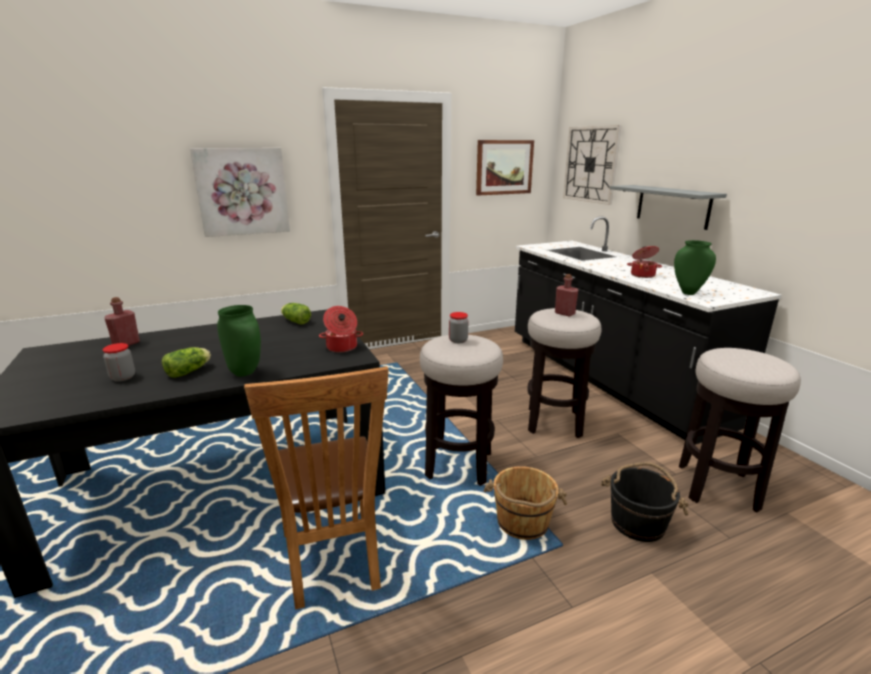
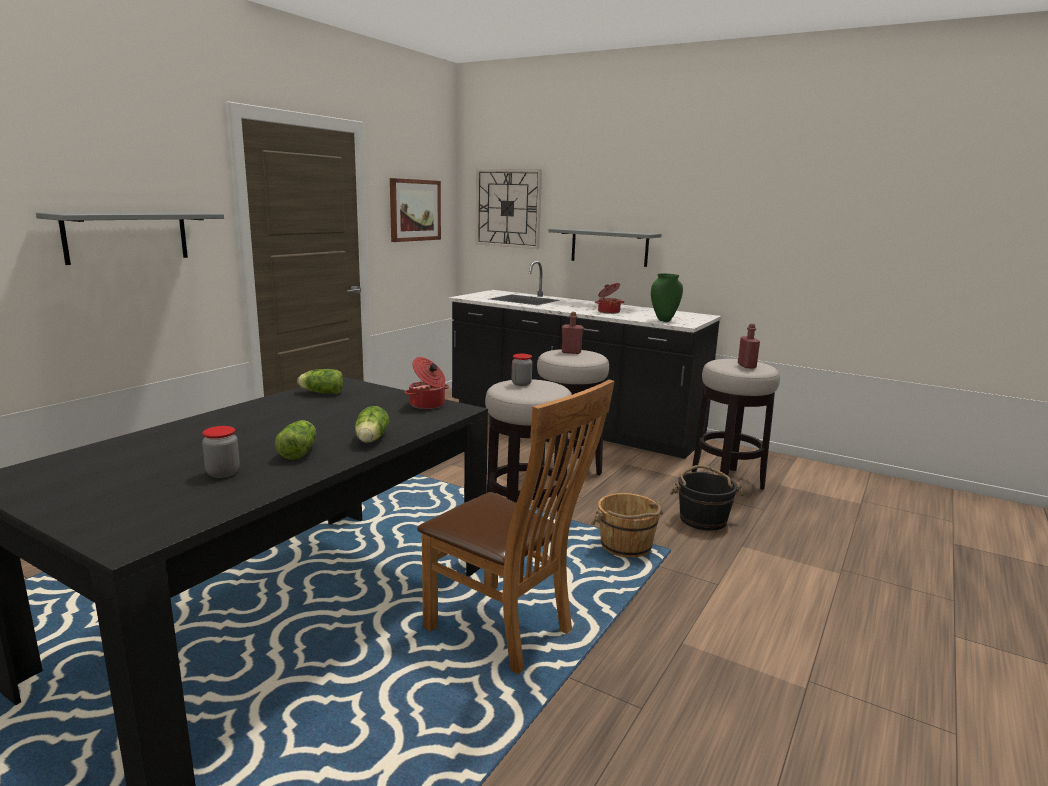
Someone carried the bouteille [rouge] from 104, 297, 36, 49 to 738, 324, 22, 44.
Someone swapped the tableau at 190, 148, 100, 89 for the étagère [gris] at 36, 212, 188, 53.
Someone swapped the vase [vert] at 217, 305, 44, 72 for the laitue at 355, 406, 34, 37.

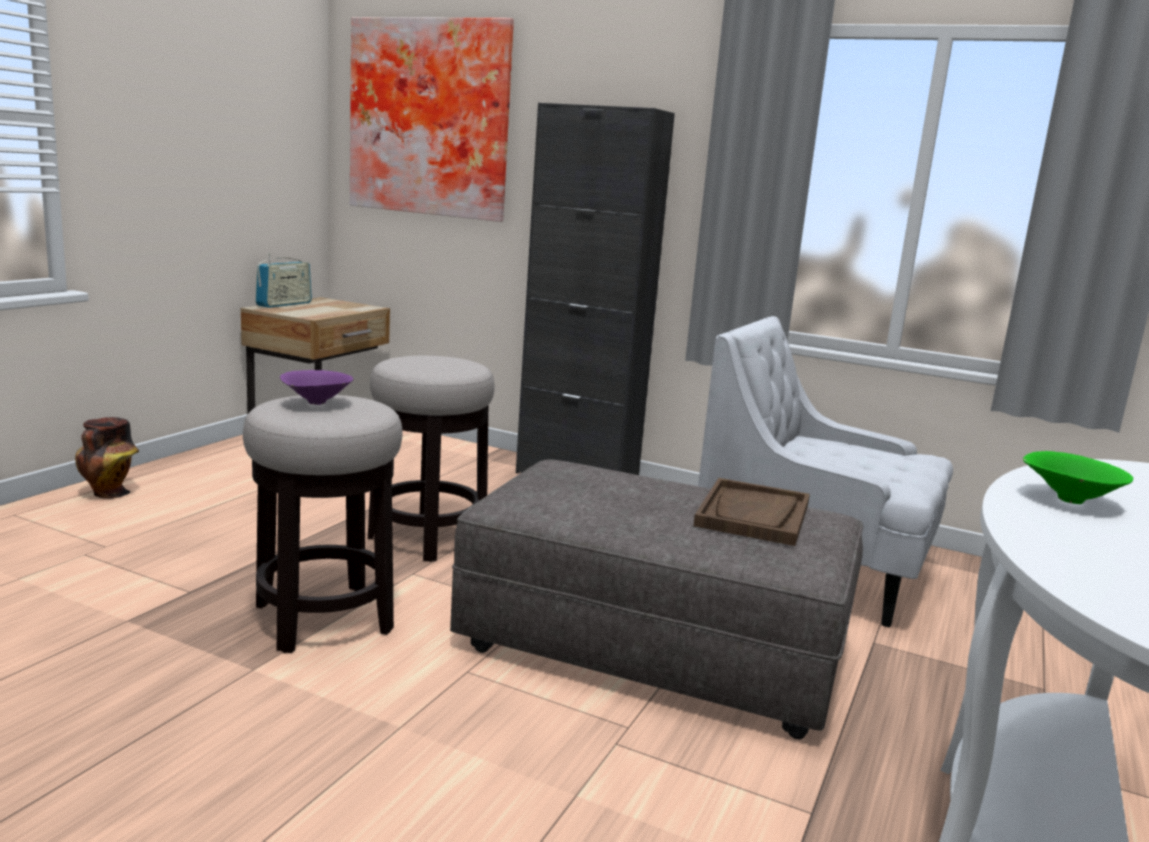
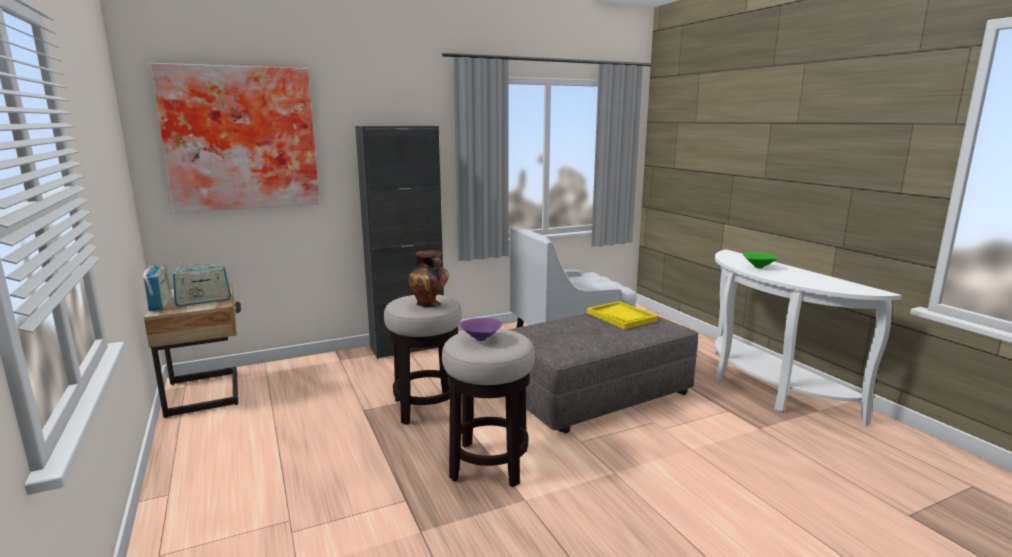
Someone put down the radio at 171, 262, 60, 44.
Someone carried the vase from 75, 417, 64, 82 to 408, 250, 41, 57.
Someone repainted the plateau [marron] at 693, 478, 117, 68, which became the plateau [jaune] at 587, 301, 71, 28.

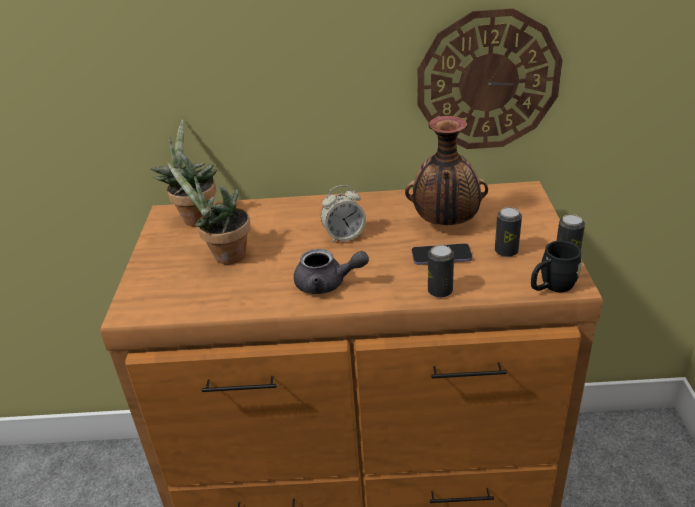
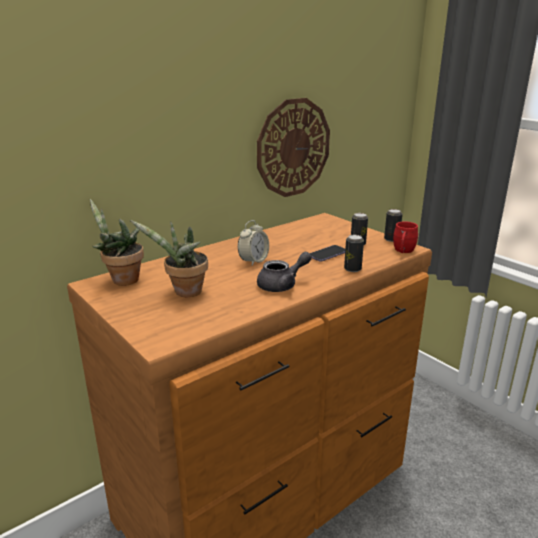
Someone took away the vase at 405, 116, 83, 109.
Someone repainted the mug [noir] at 531, 241, 51, 51, which became the mug [rouge] at 393, 221, 25, 32.

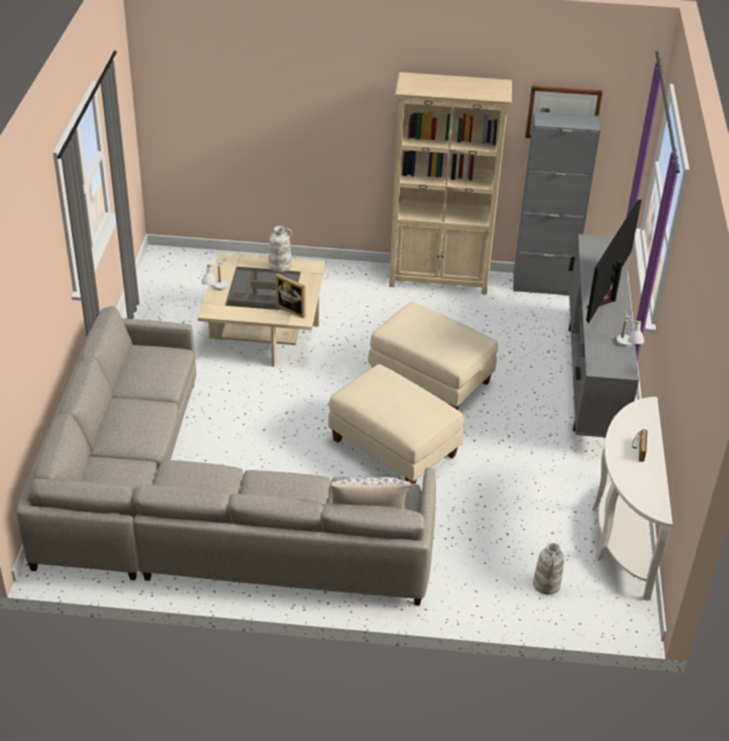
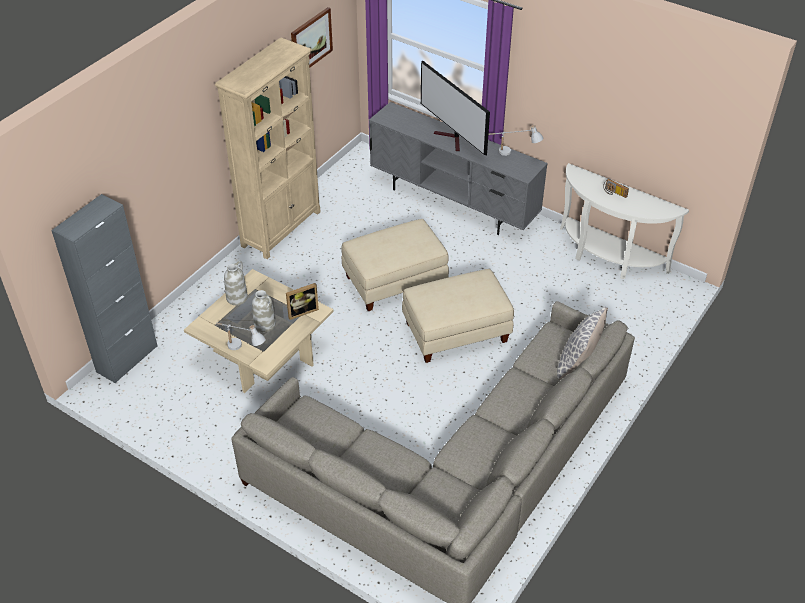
Someone carried the meuble de rangement [gris] from 513, 111, 87, 184 to 51, 194, 107, 190.
Someone carried the vase [blanc] from 533, 543, 31, 52 to 252, 290, 24, 42.

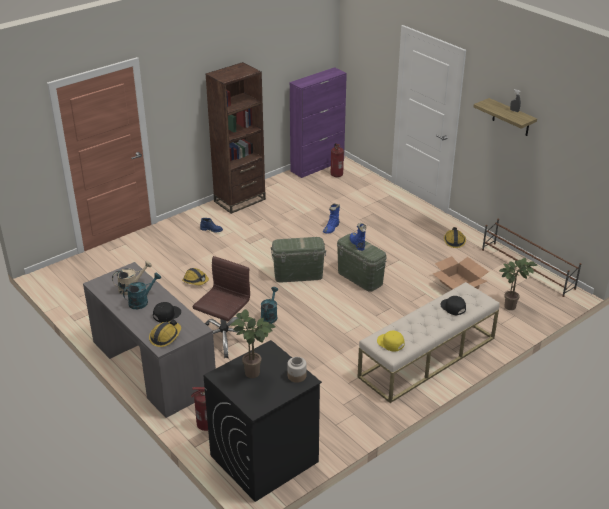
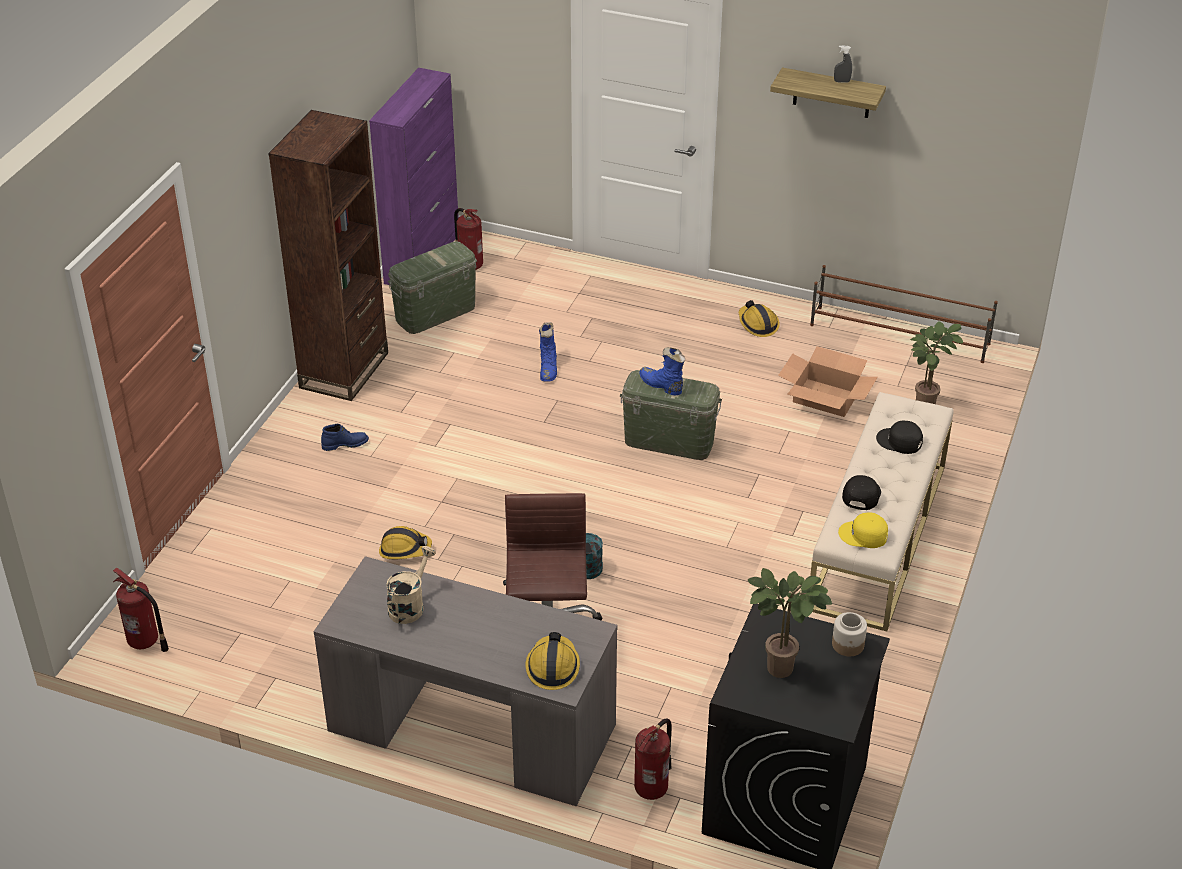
Someone took away the arrosoir [turquoise] at 123, 272, 38, 37.
Someone put down the extincteur at 113, 567, 56, 85.
Someone carried the casquette [noir] from 153, 302, 28, 21 to 842, 475, 39, 35.
Someone carried the boîte de rangement [vert] from 271, 237, 55, 45 to 388, 241, 89, 93.

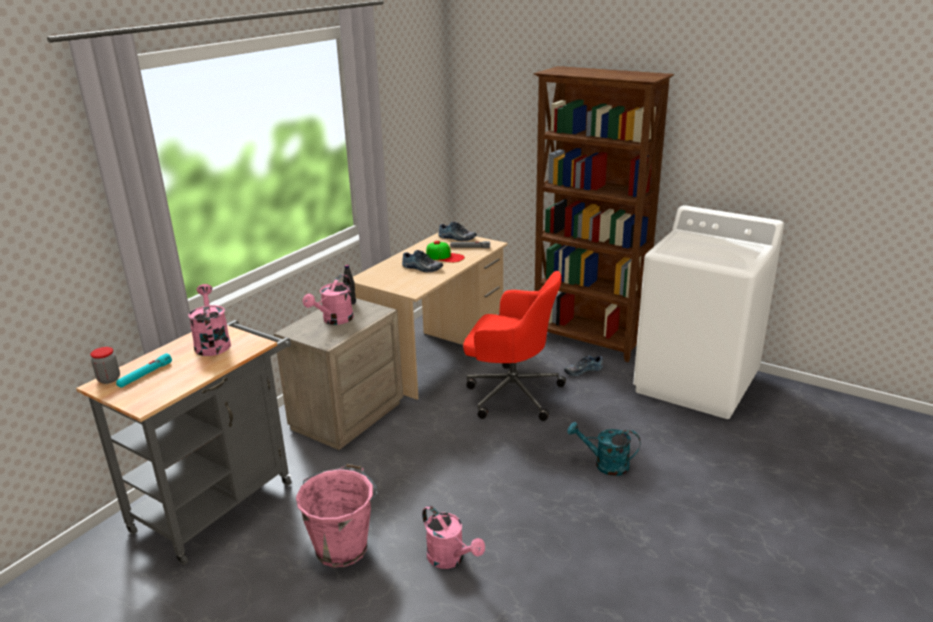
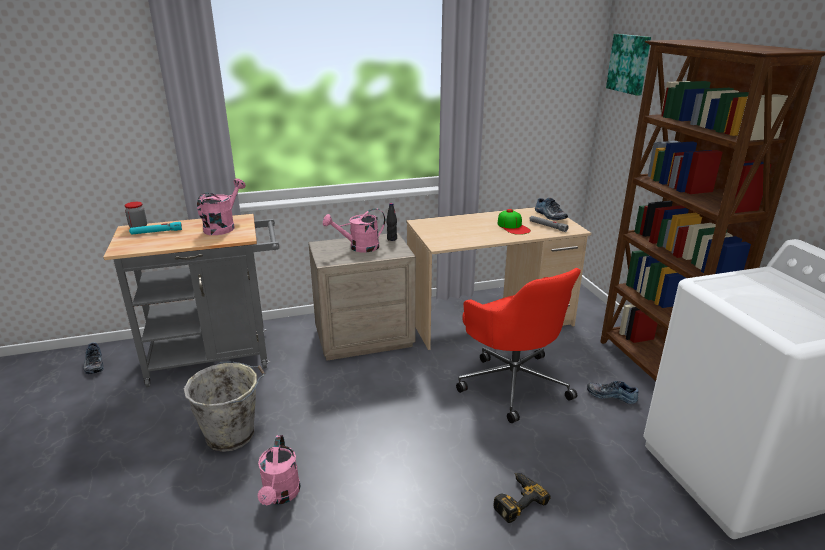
Someone put up the tableau at 606, 34, 45, 62.
Someone carried the chaussure from 402, 250, 41, 22 to 83, 342, 21, 32.
Someone swapped the arrosoir [turquoise] at 567, 422, 74, 54 for the perceuse at 493, 473, 58, 50.
Someone repainted the seau [rose] at 296, 464, 82, 103, which became the seau [gris] at 184, 361, 81, 91.

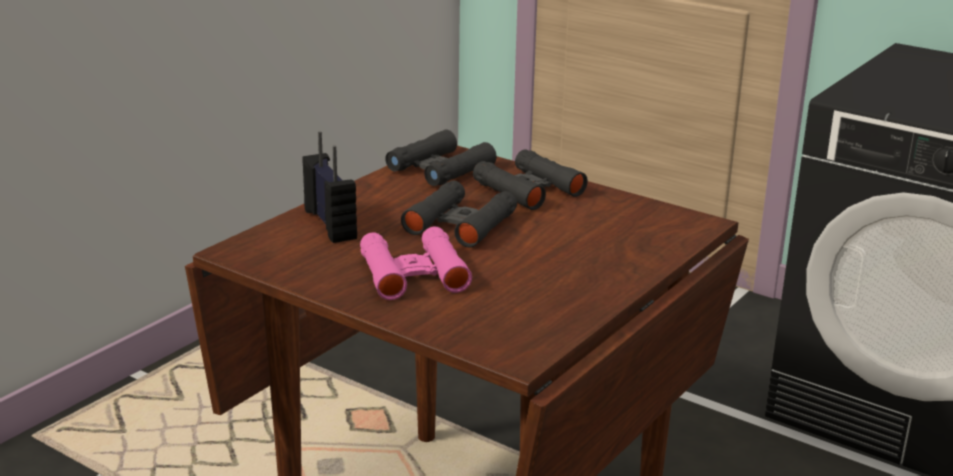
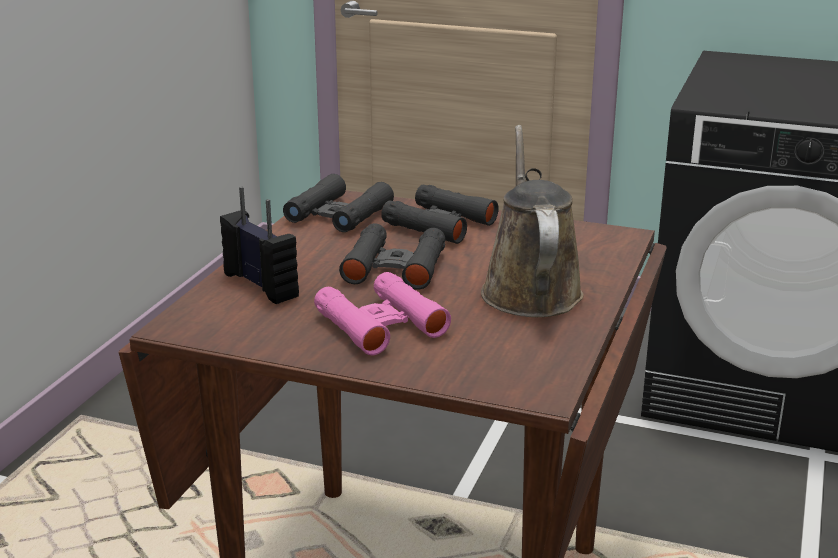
Someone put down the arrosoir [marron] at 481, 125, 103, 192.

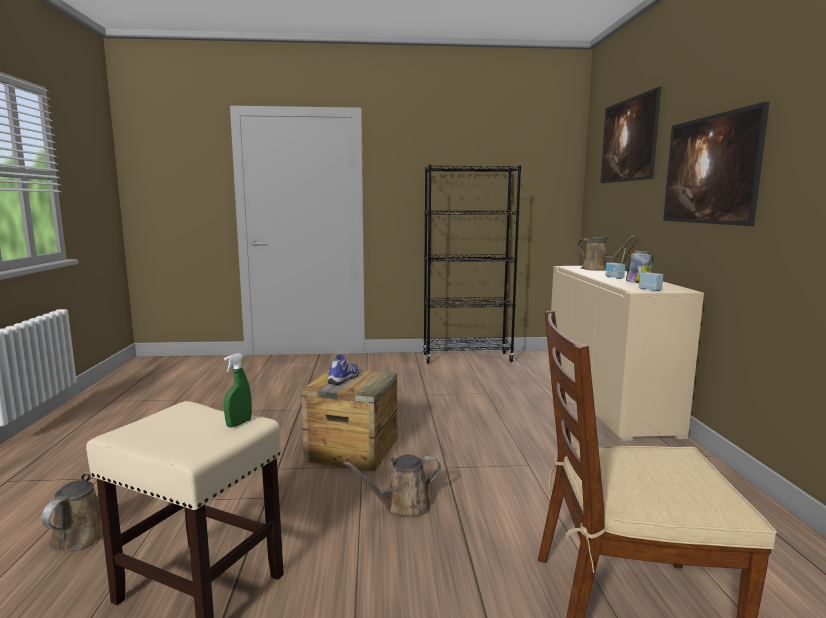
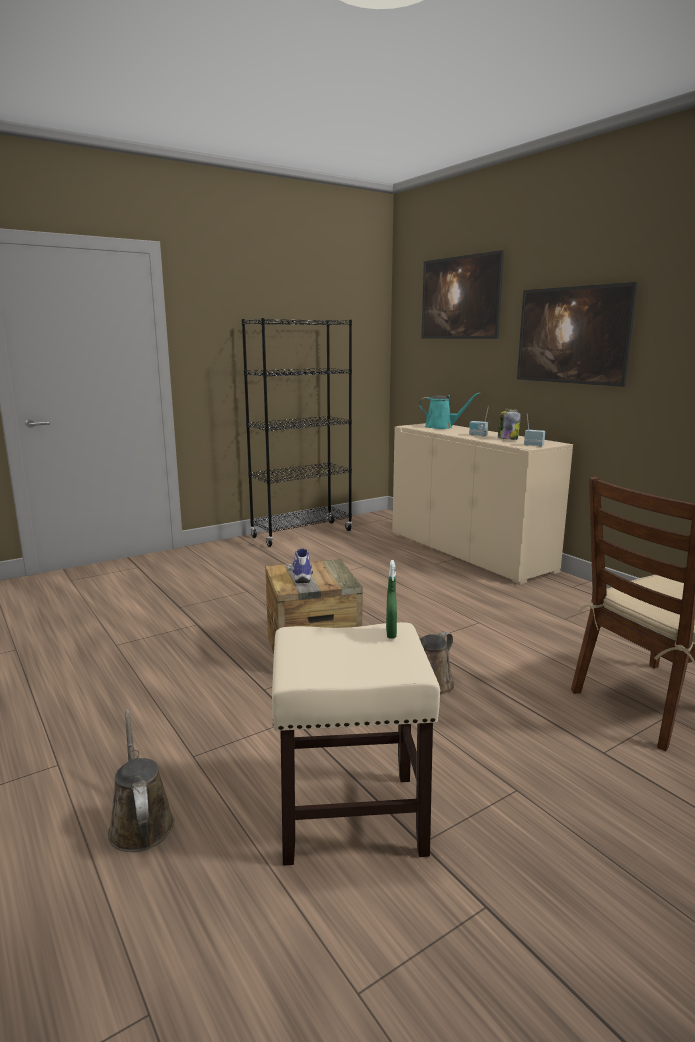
Someone repainted the arrosoir [marron] at 577, 235, 59, 36, which became the arrosoir [turquoise] at 419, 392, 61, 37.

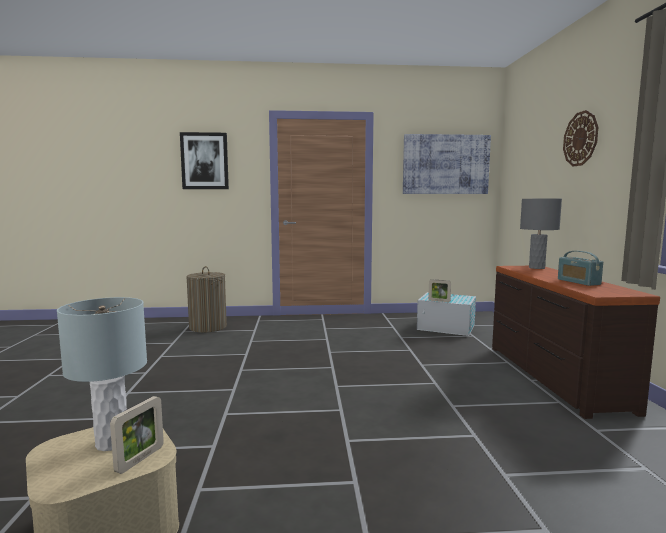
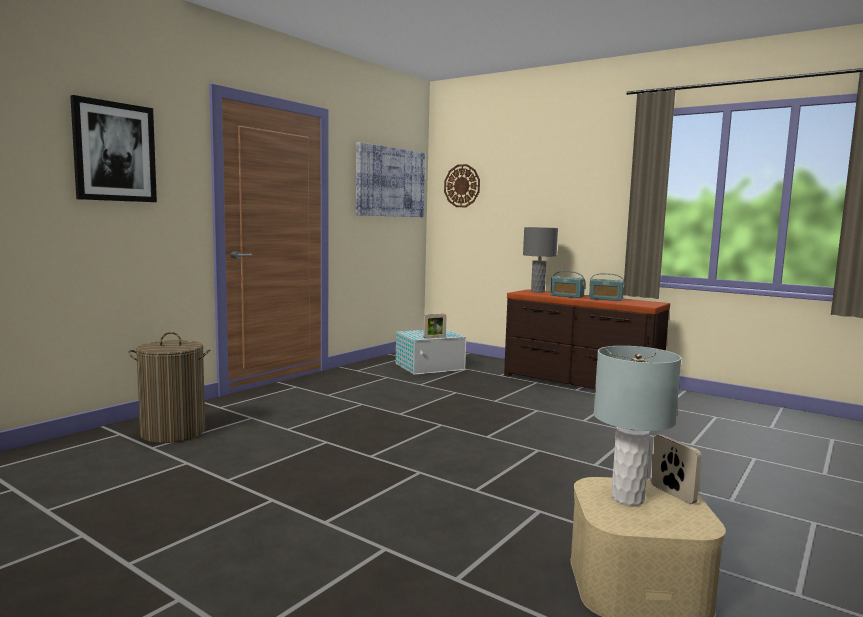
Someone put down the radio at 550, 271, 35, 27.
Someone carried the horloge murale from 563, 110, 35, 57 to 444, 164, 36, 43.

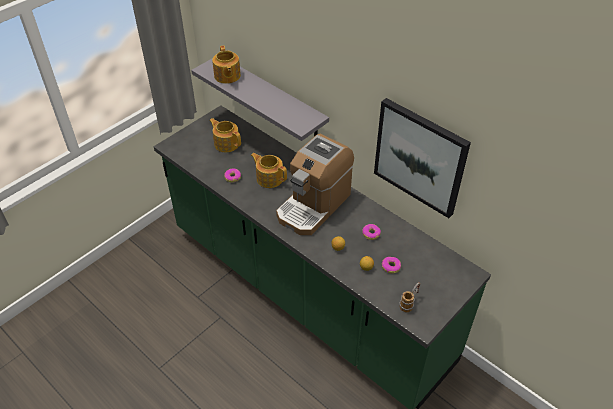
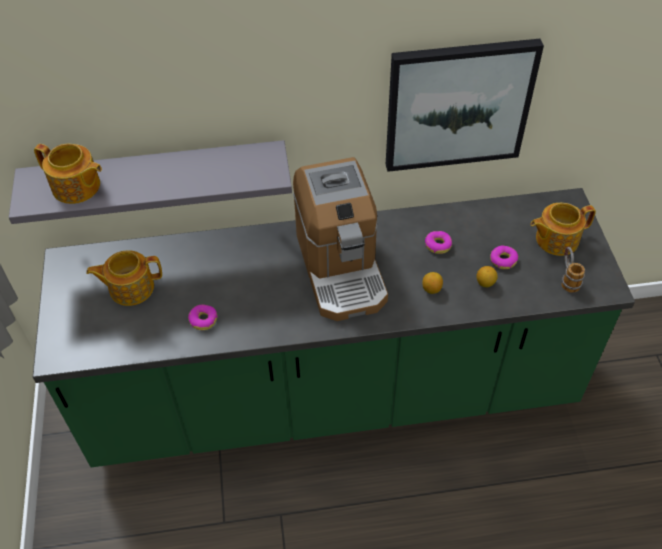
Someone carried the théière from 251, 153, 36, 35 to 531, 203, 65, 53.

